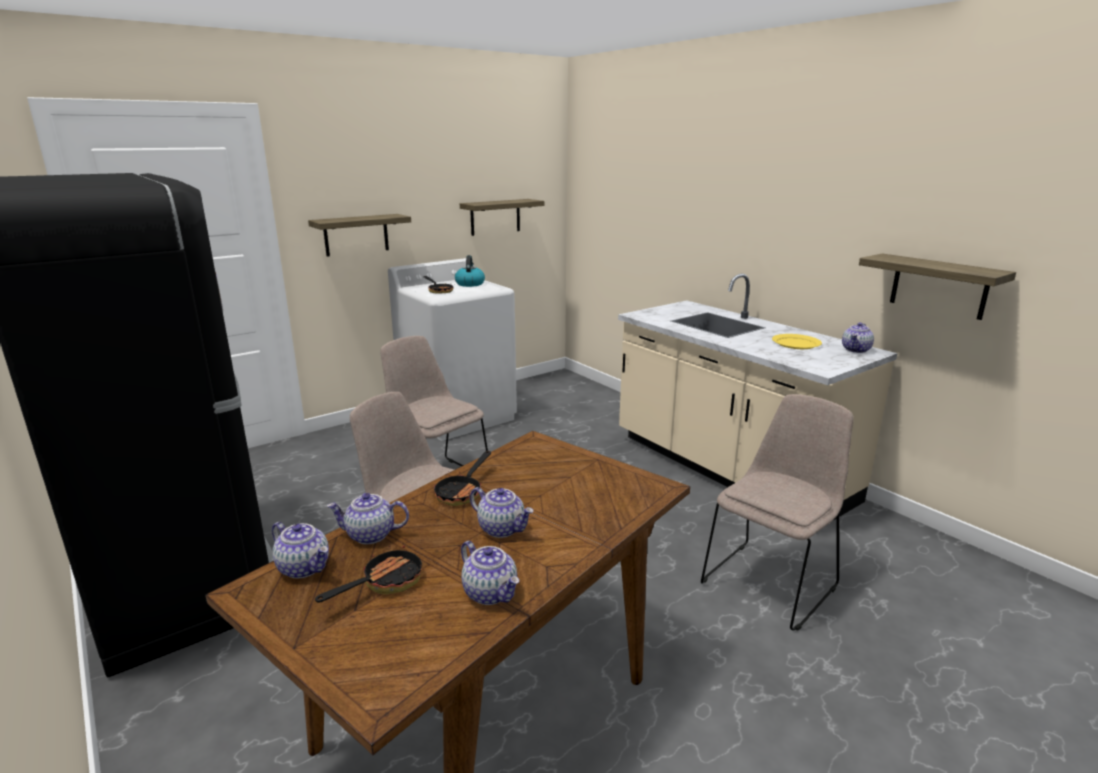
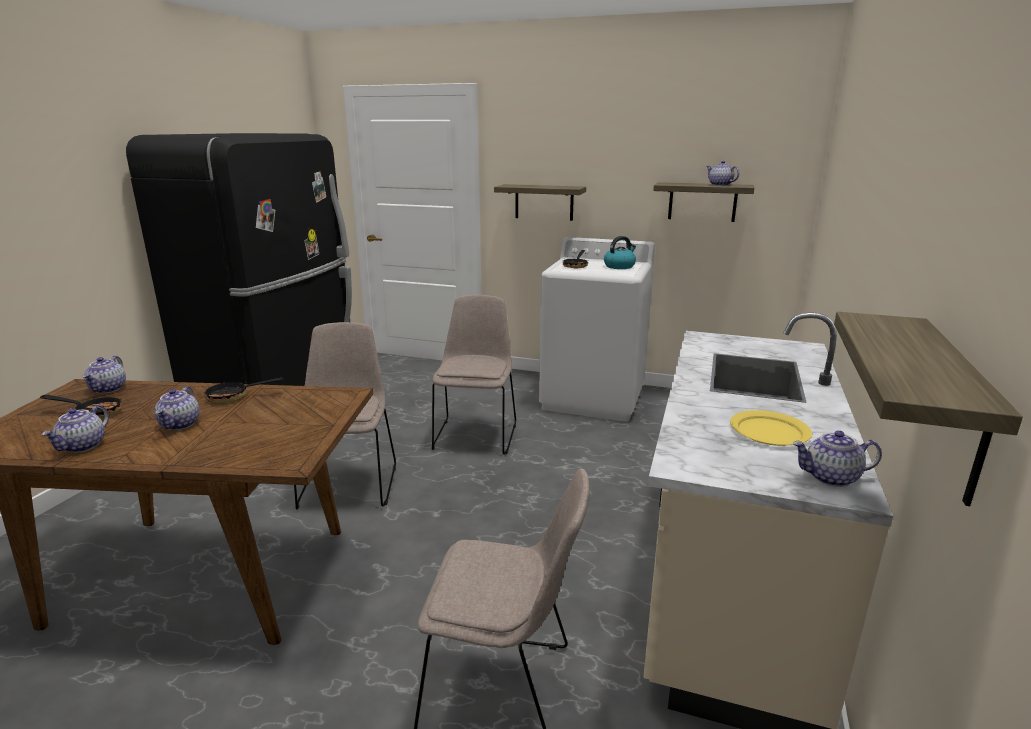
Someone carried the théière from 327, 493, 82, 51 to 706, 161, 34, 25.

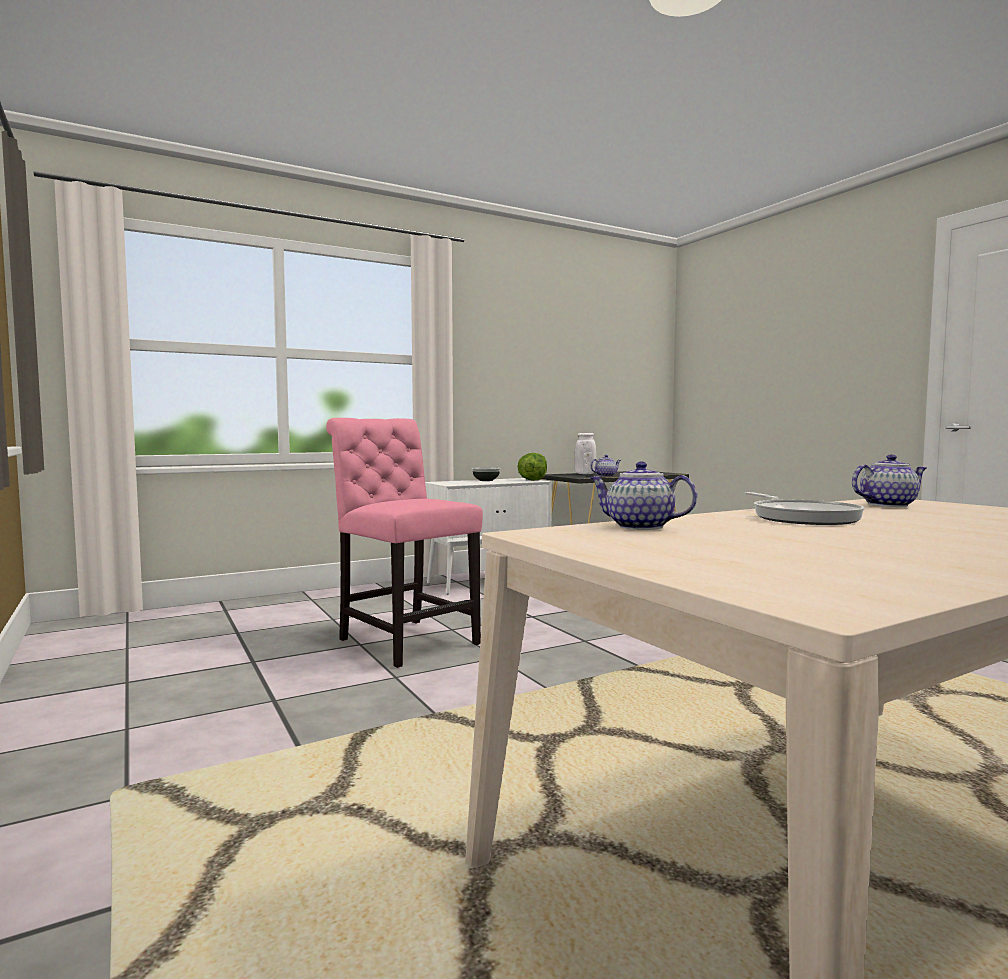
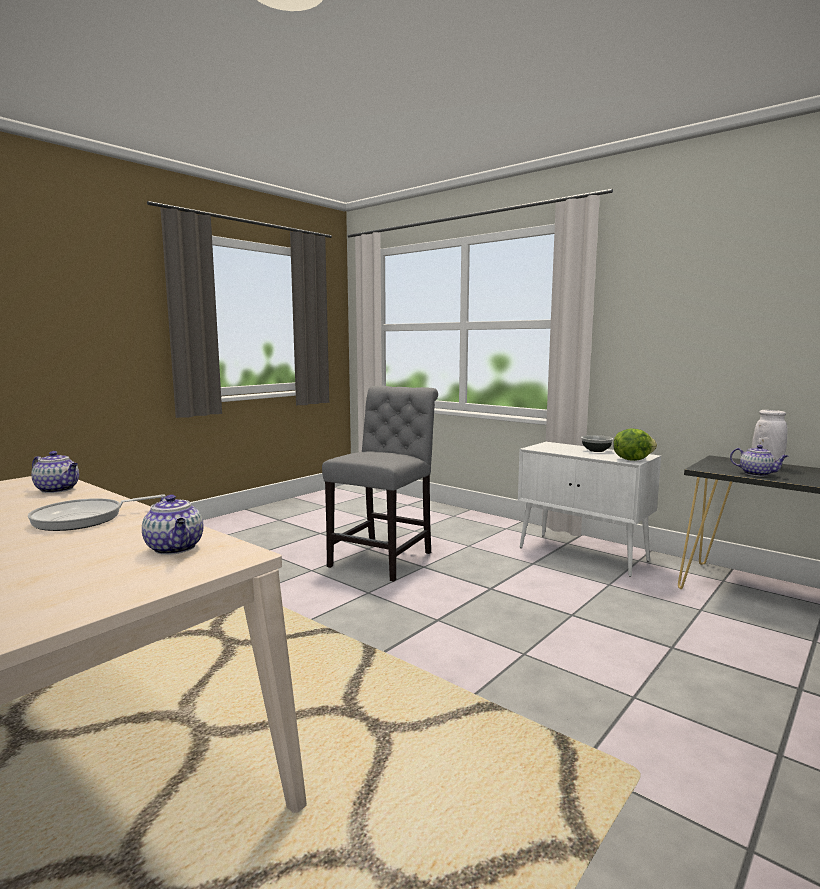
Someone repainted the chaise [rose] at 326, 418, 157, 250, which became the chaise [gris] at 322, 386, 116, 196.
Someone rotated the théière at 590, 461, 107, 69 by 105 degrees clockwise.

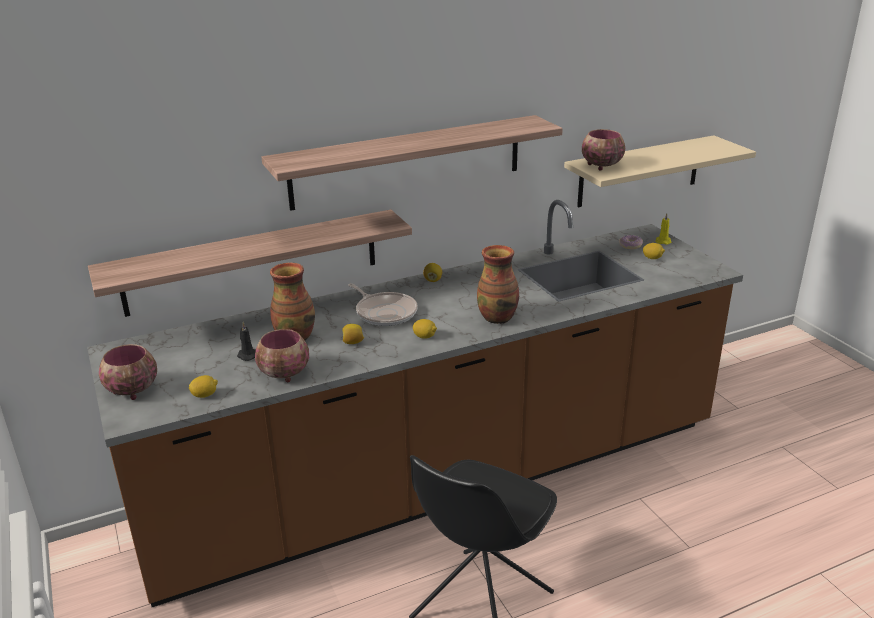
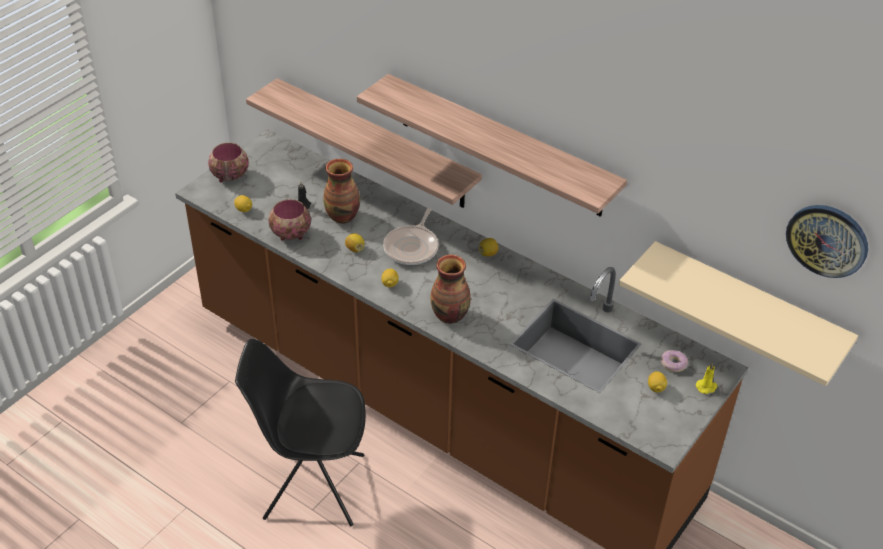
Someone took away the bol at 582, 129, 43, 42.
Someone put up the horloge murale at 786, 205, 82, 73.

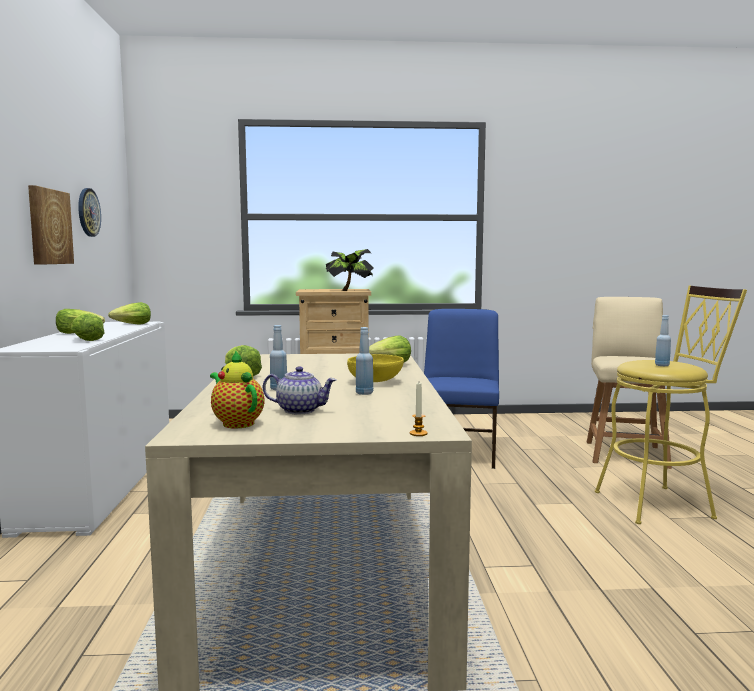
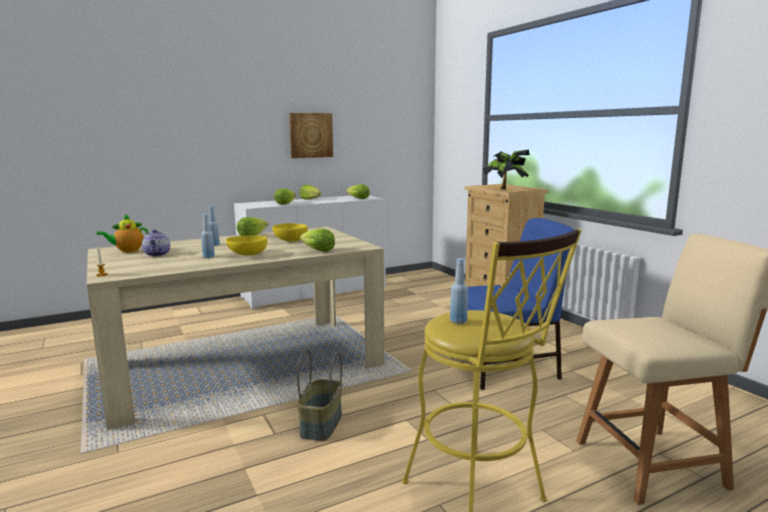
Someone took away the horloge murale at 78, 188, 23, 49.
Someone put down the bol [jaune] at 272, 223, 36, 19.
Someone put down the panier at 297, 349, 45, 92.
Someone rotated the théière at 210, 350, 55, 79 by 150 degrees counterclockwise.

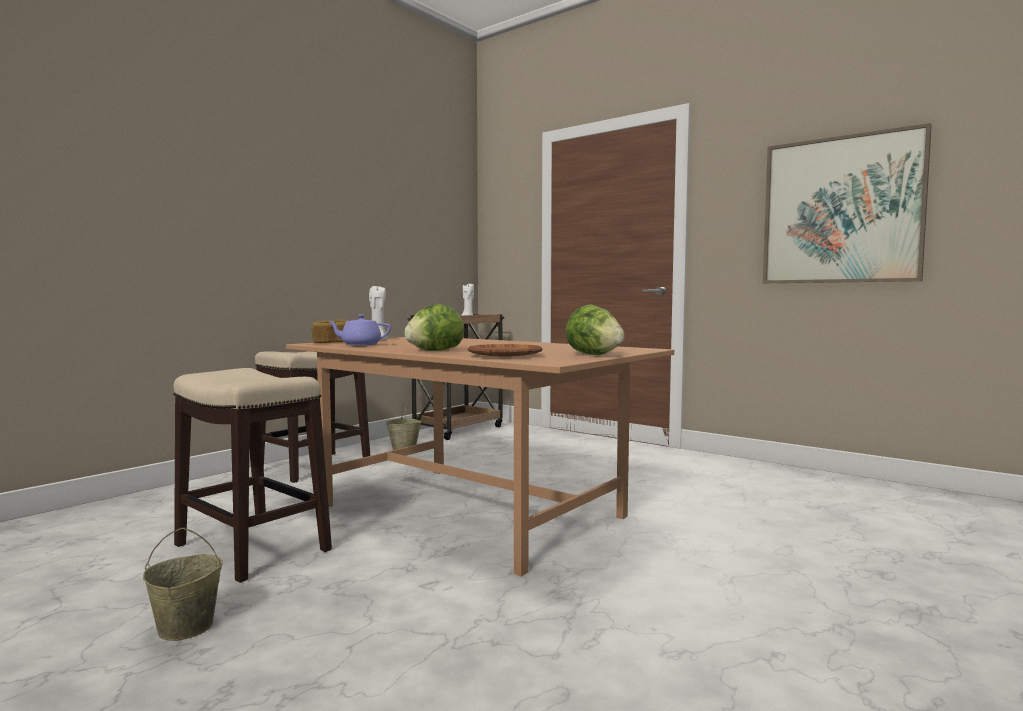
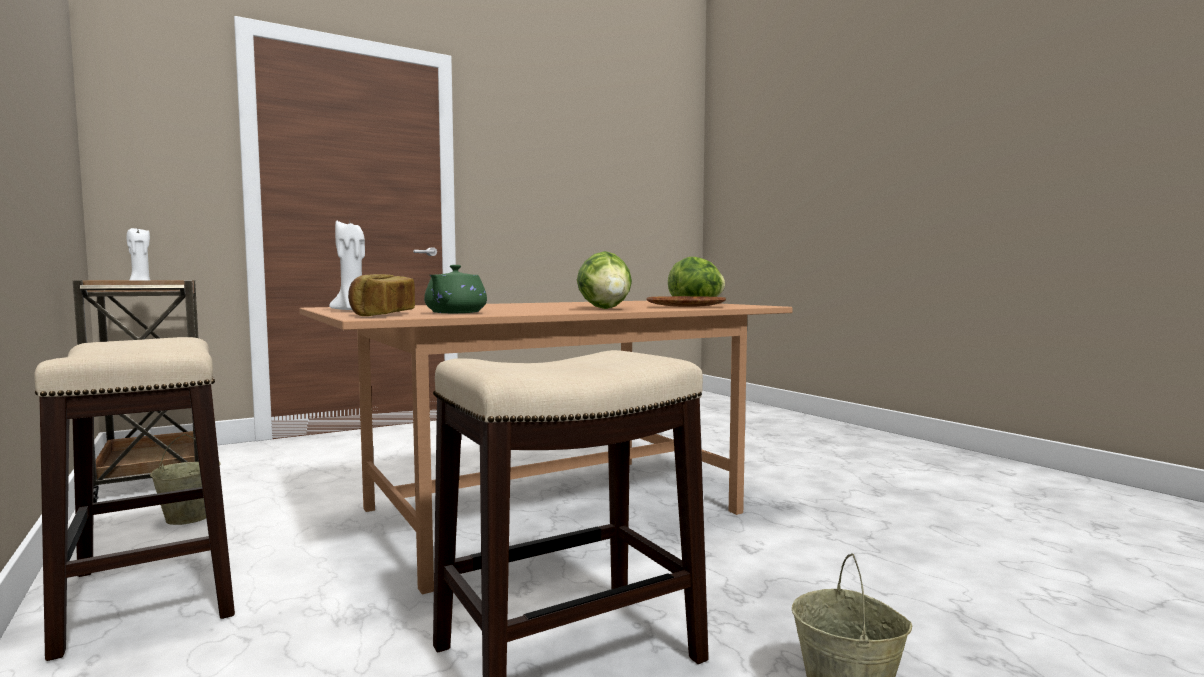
Someone took away the tableau at 763, 123, 169, 160.
Someone repainted the théière [violet] at 327, 314, 64, 32, which became the théière [vert] at 424, 265, 63, 48.

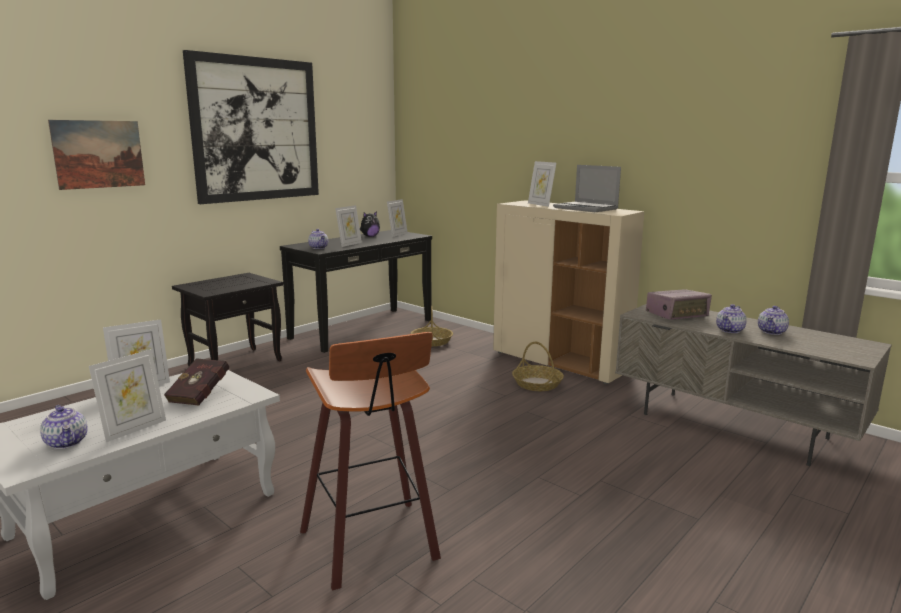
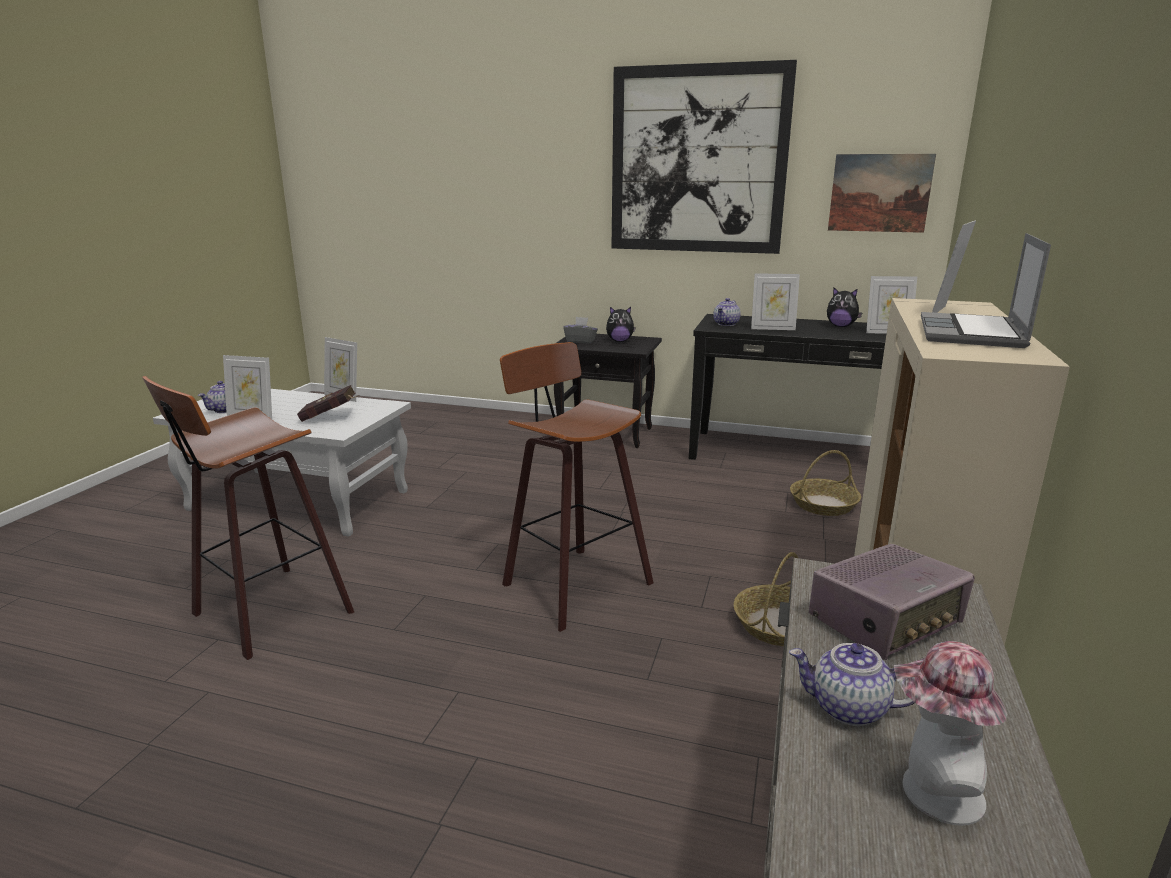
Someone put down the tabouret at 500, 342, 153, 290.
Someone put down the boîte à mouchoirs [gris] at 563, 317, 35, 27.
Someone put down the peluche at 606, 307, 30, 35.
Someone carried the tableau from 48, 120, 97, 70 to 828, 154, 108, 79.
Someone swapped the théière at 758, 306, 31, 29 for the chapeau at 894, 641, 113, 185.
Someone rotated the radio at 646, 289, 66, 31 by 75 degrees counterclockwise.

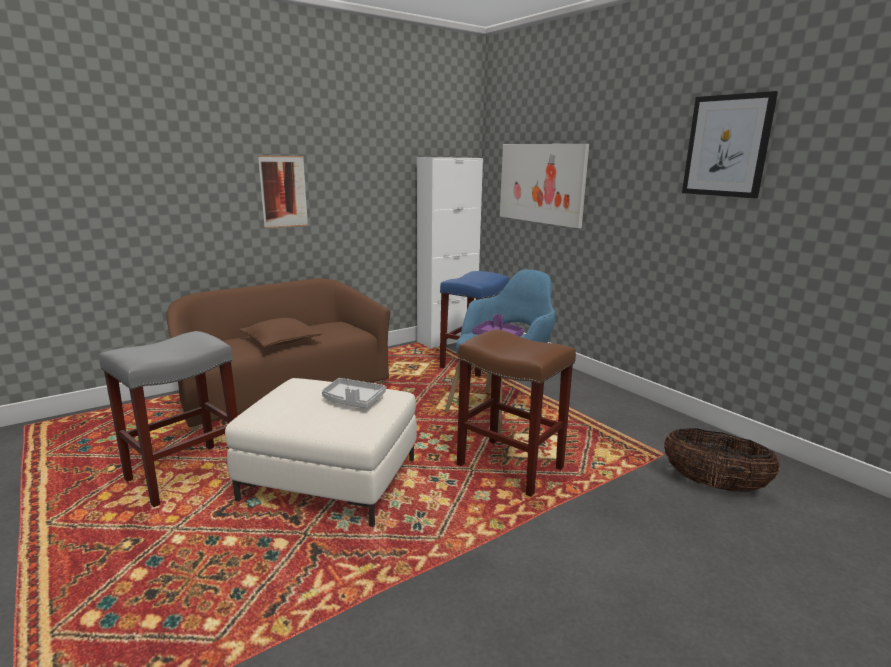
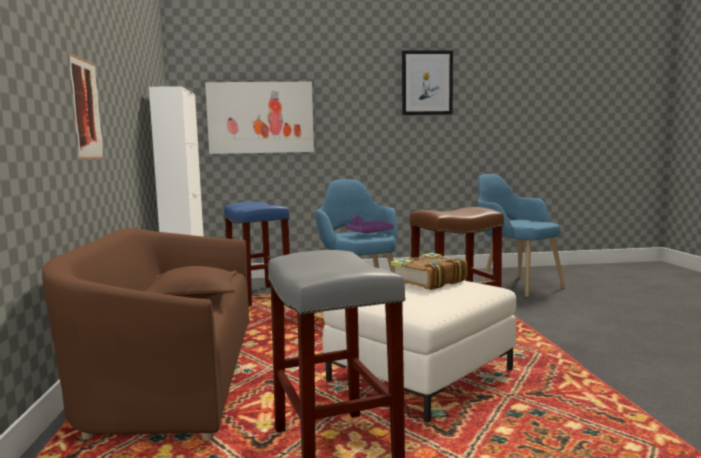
Someone swapped the plateau [gris] at 322, 378, 64, 30 for the livre at 391, 253, 77, 37.
Someone swapped the panier at 664, 428, 116, 64 for the fauteuil [bleu] at 478, 174, 87, 123.

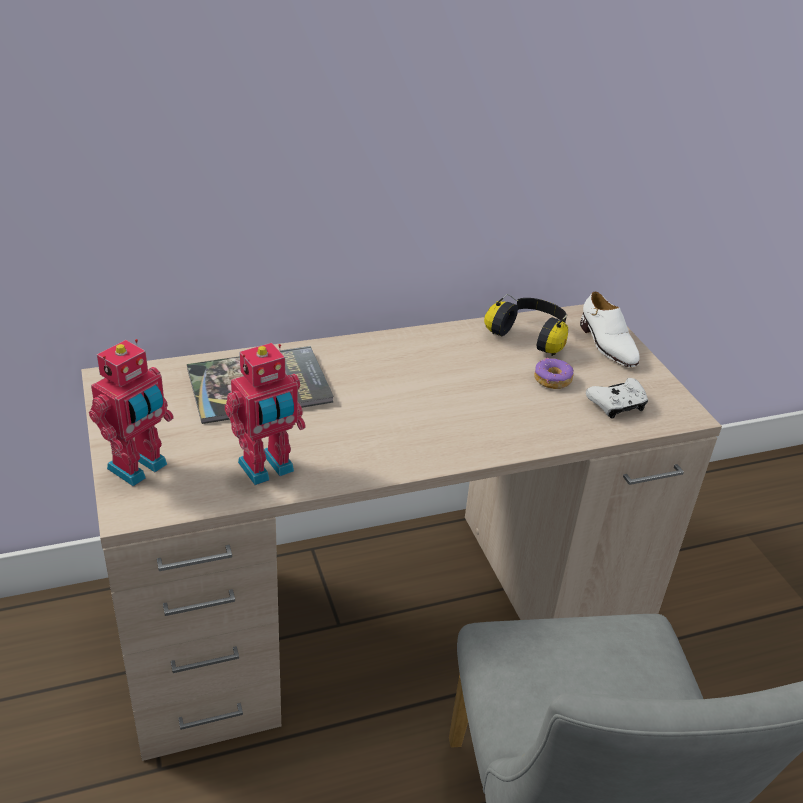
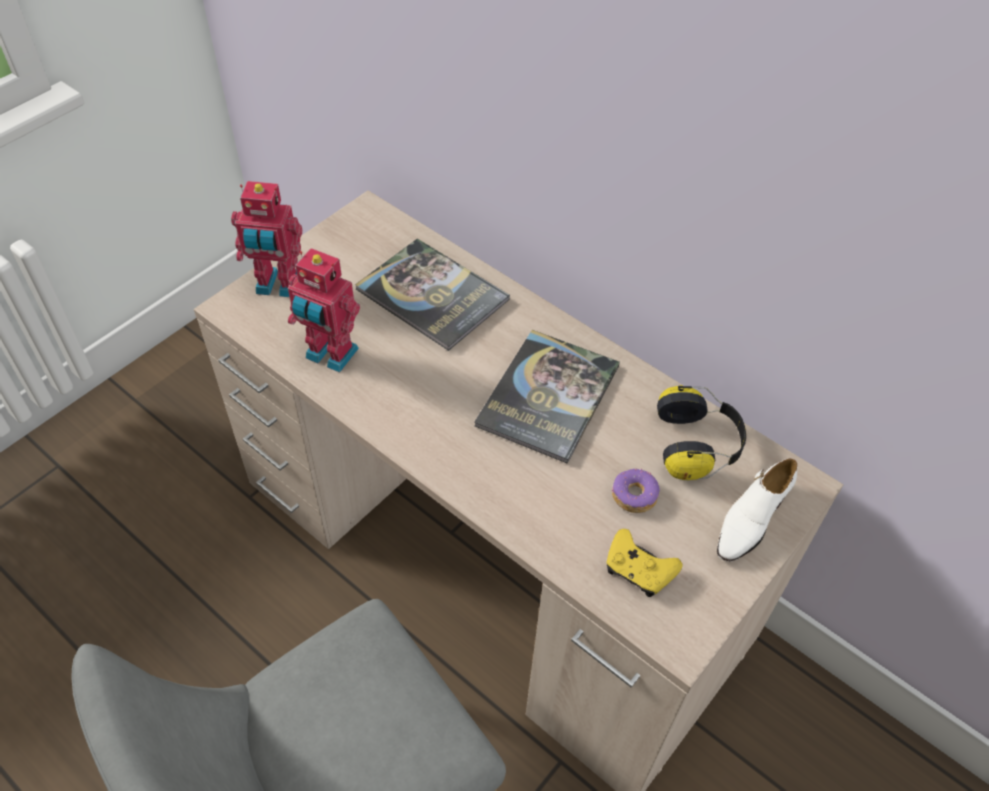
Someone put down the livre at 474, 330, 146, 134.
Someone repainted the manette [blanc] at 586, 378, 62, 41, which became the manette [jaune] at 607, 529, 75, 68.

